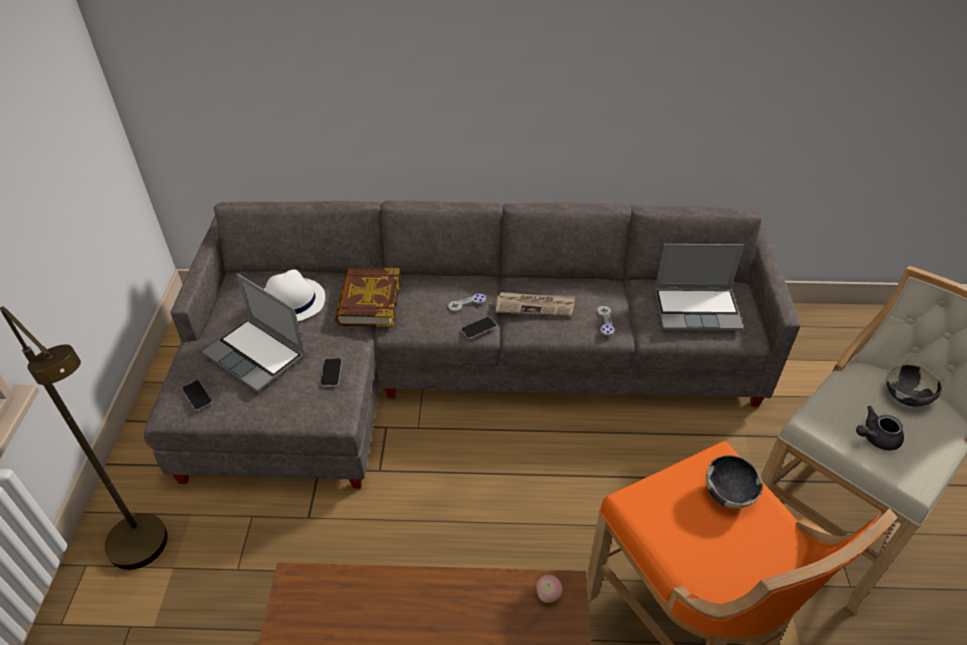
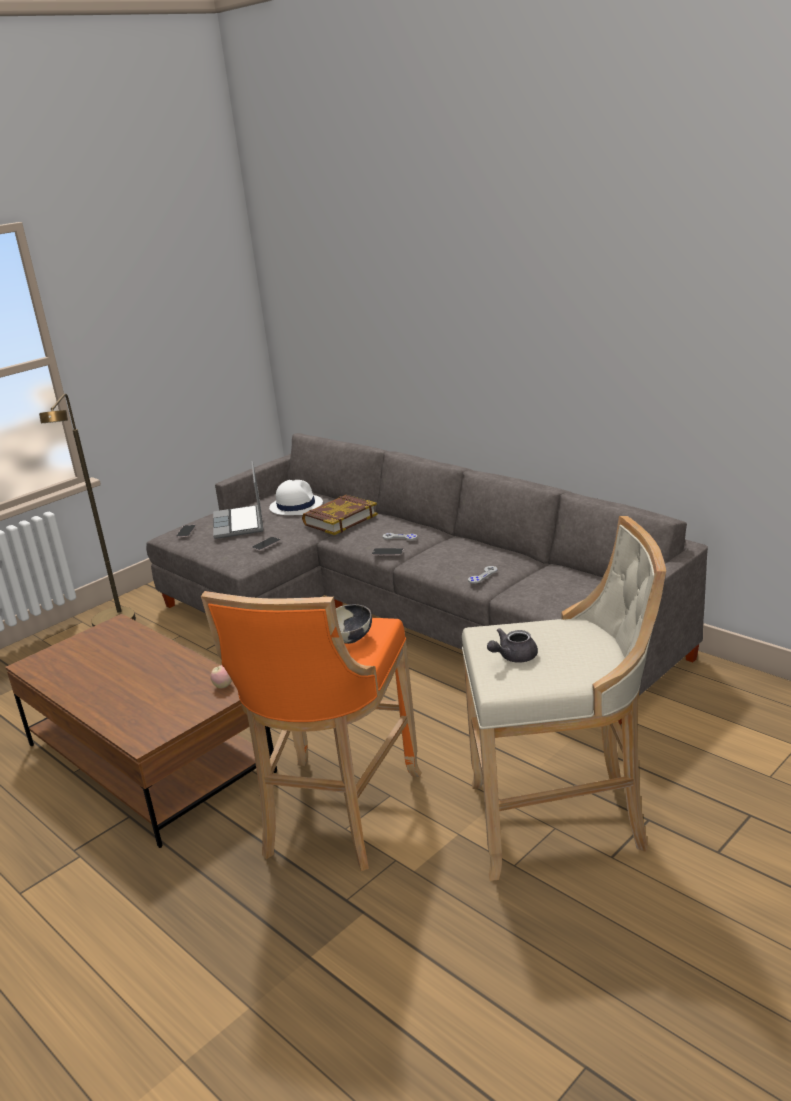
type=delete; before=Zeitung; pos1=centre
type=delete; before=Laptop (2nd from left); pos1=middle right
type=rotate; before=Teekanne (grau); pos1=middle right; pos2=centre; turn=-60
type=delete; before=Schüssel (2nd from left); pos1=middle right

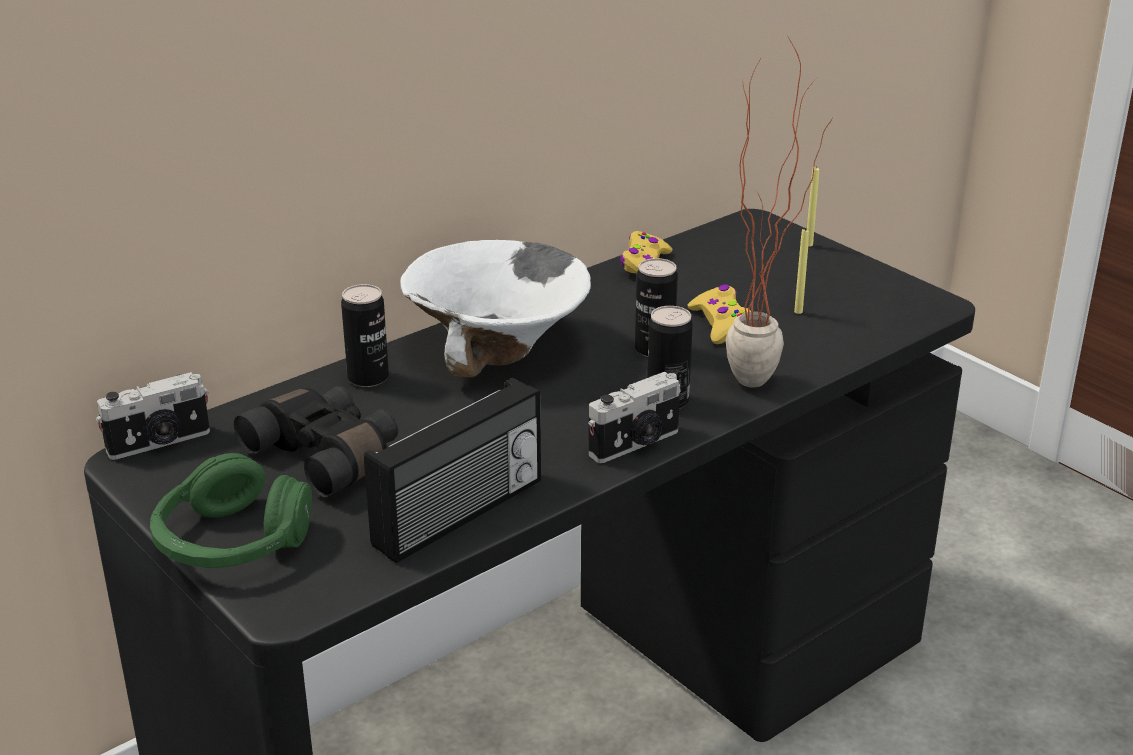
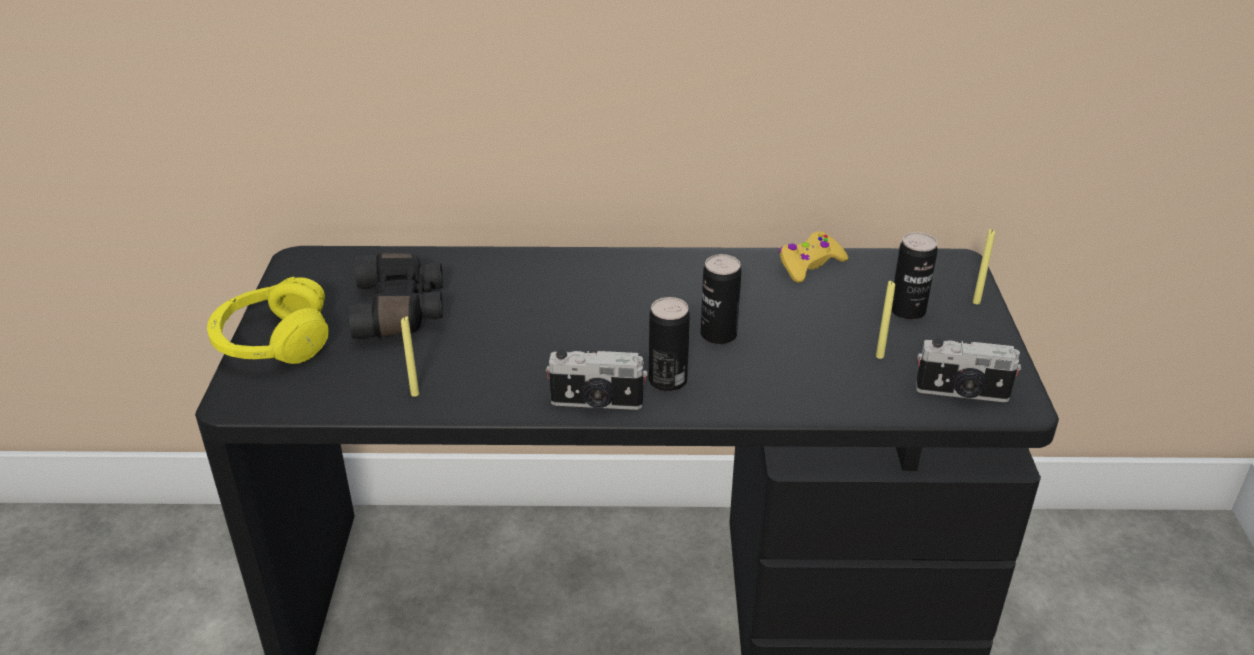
type=move; before=Kamera (1st from left in the first image); after=Kamera (2nd from left); pos1=middle left; pos2=middle right
type=recolor; before=Kopfhörer (grün); after=Kopfhörer (gelb); pos1=bottom left; pos2=middle left
type=move; before=Dose (1st from left in the first image); after=Dose (3rd from left); pos1=middle left; pos2=middle right
type=replace; before=Radio; after=Kerze (gelb) (1st from left); pos1=centre; pos2=middle left
type=delete; before=Schüssel (weiß); pos1=centre
type=delete; before=Gamepad (gelb) (2nd from left); pos1=centre
type=delete; before=Topfpflanze; pos1=top right

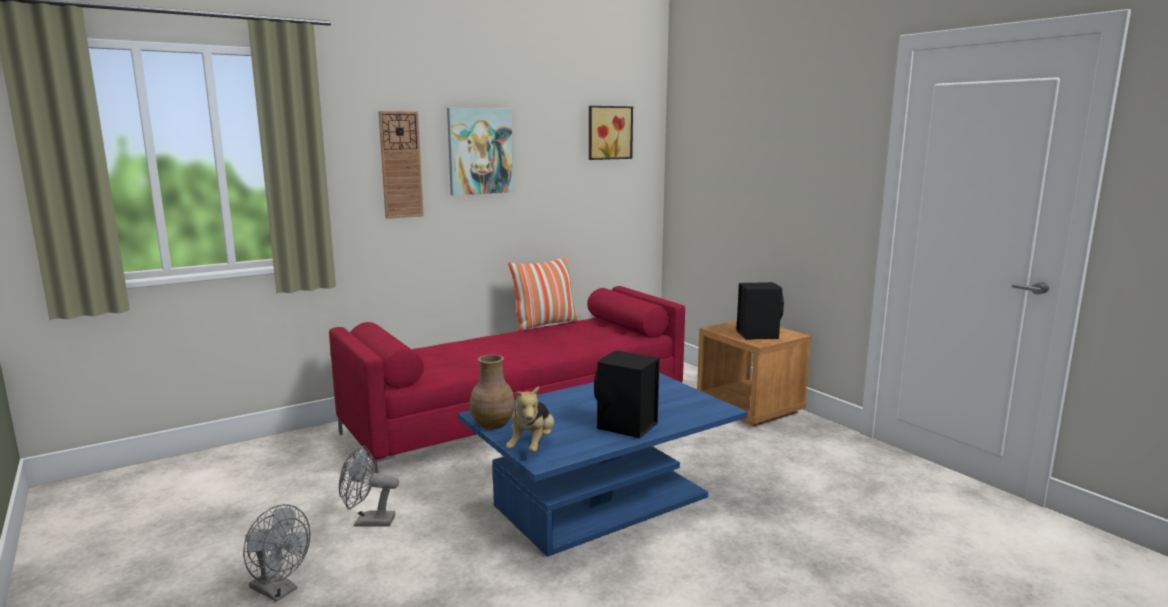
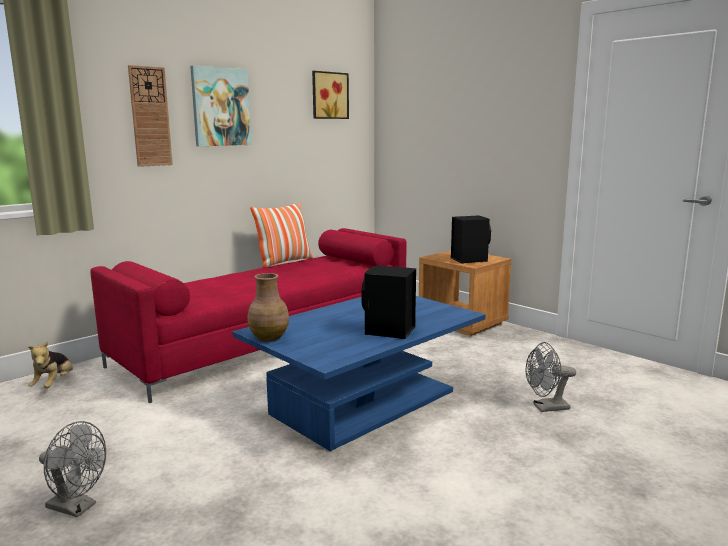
type=move; before=Ventilator (grau) (2nd from left); pos1=bottom left; pos2=bottom right
type=move; before=Plüschtier; pos1=bottom centre; pos2=bottom left

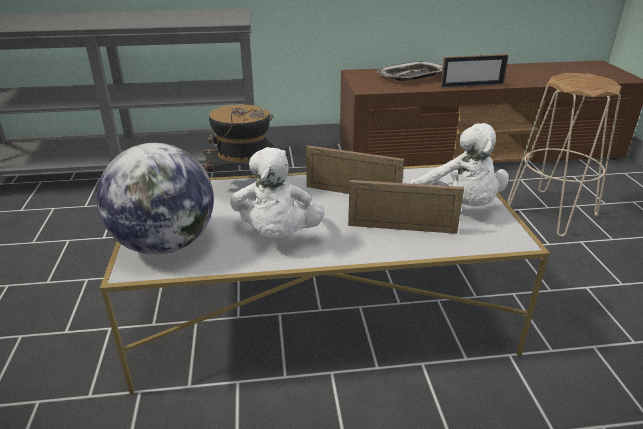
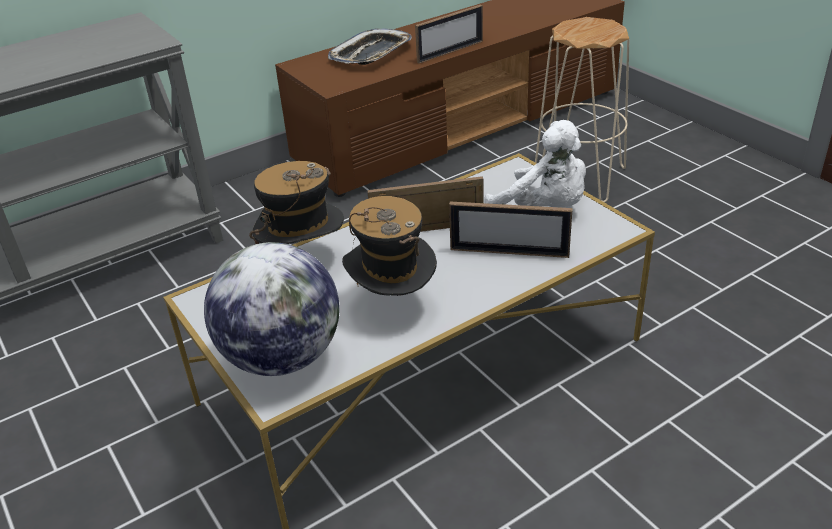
type=replace; before=Plüschtier (weiß) (1st from left); after=Hut (2nd from left); pos1=centre; pos2=centre
type=rotate; before=Bilderrahmen (2nd from left in the first image); pos1=centre; pos2=centre; turn=-150

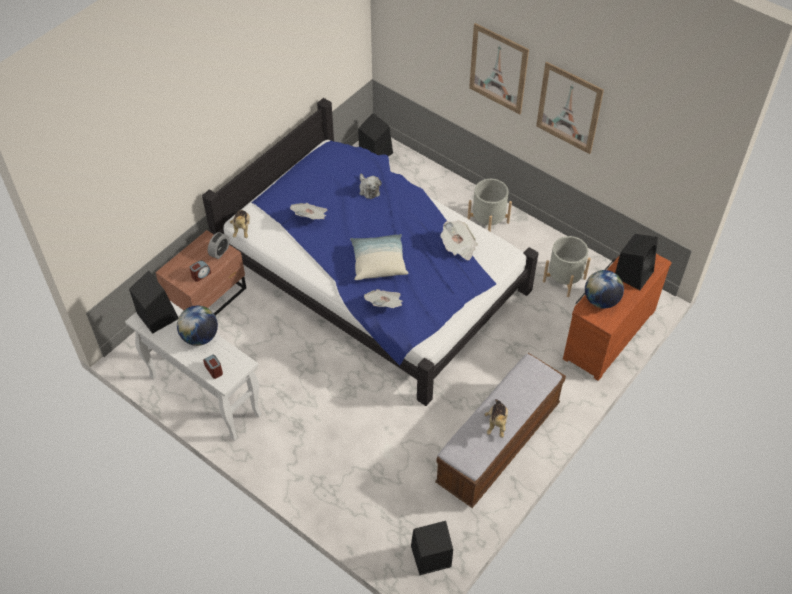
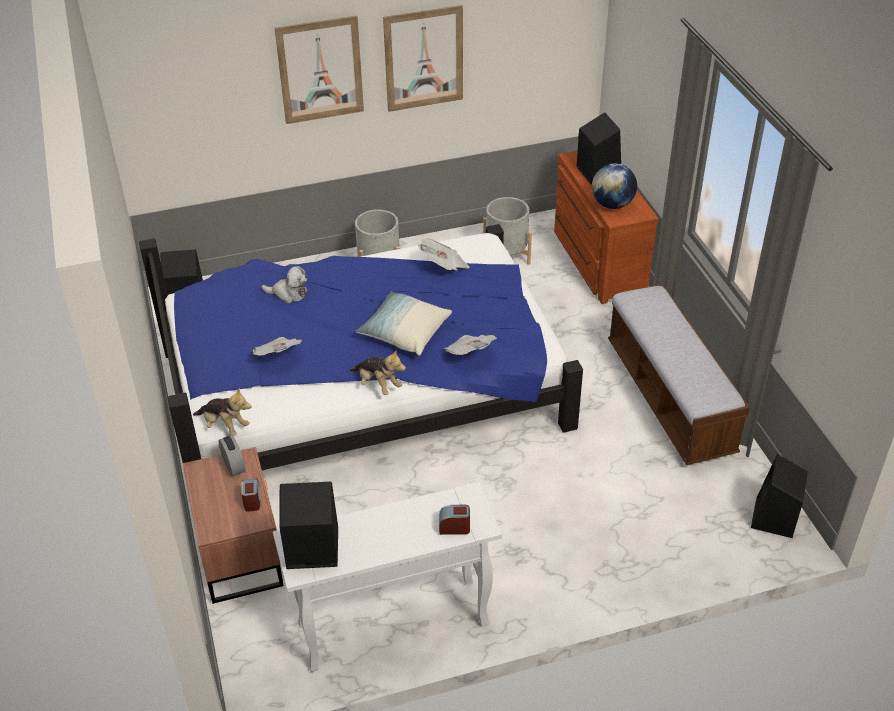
type=delete; before=Globus (1st from left); pos1=middle left
type=move; before=Plüschtier (3rd from left); pos1=bottom centre; pos2=centre

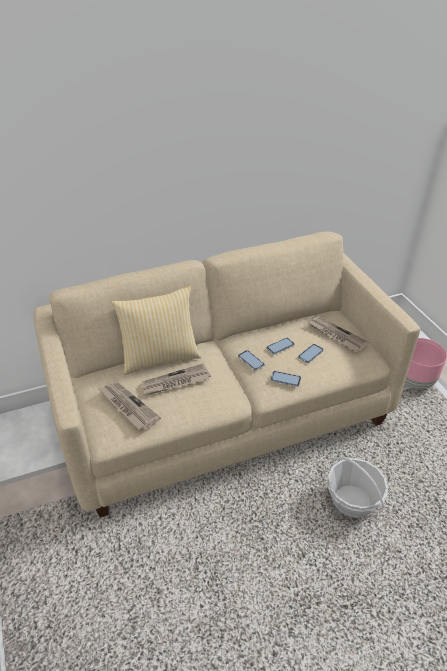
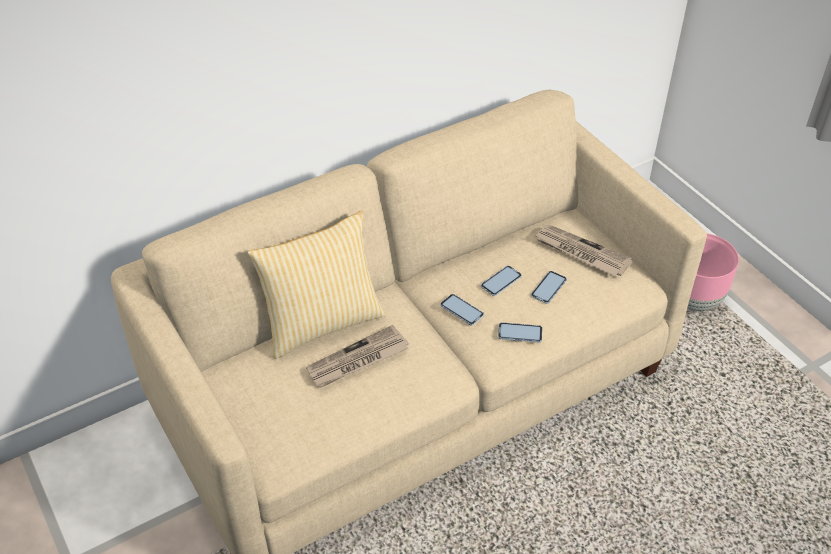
type=delete; before=Zeitung (1st from left); pos1=middle left
type=delete; before=Korb; pos1=bottom right

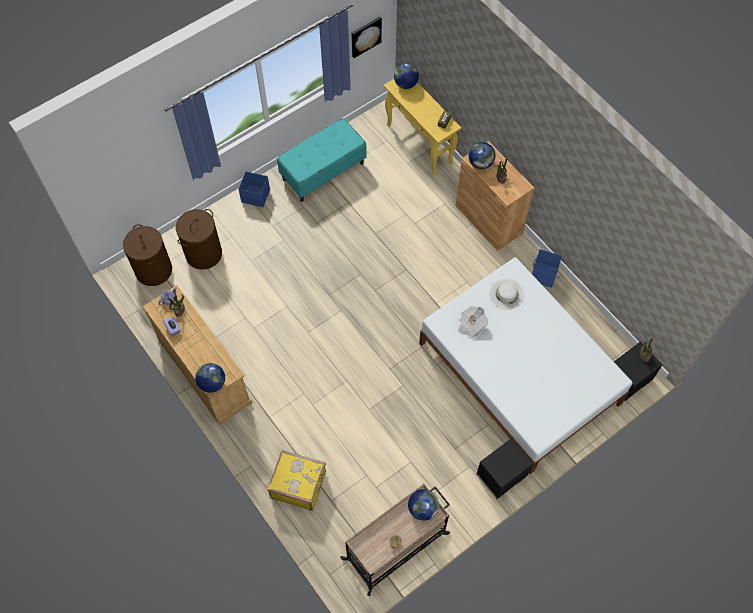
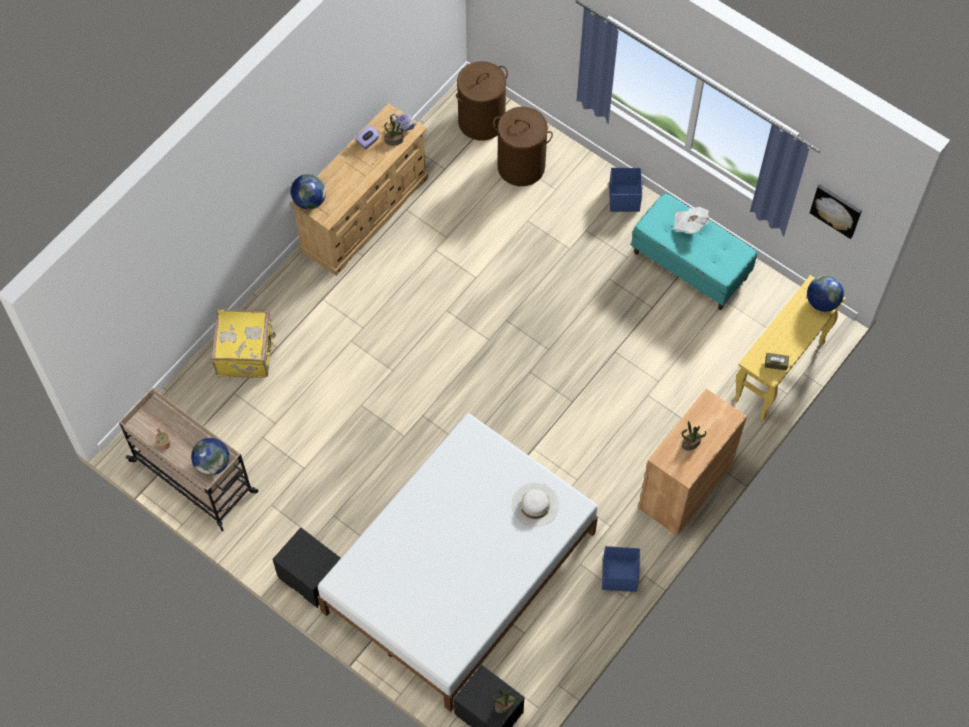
type=move; before=Zeitung; pos1=centre; pos2=top right
type=delete; before=Globus (4th from left); pos1=top centre

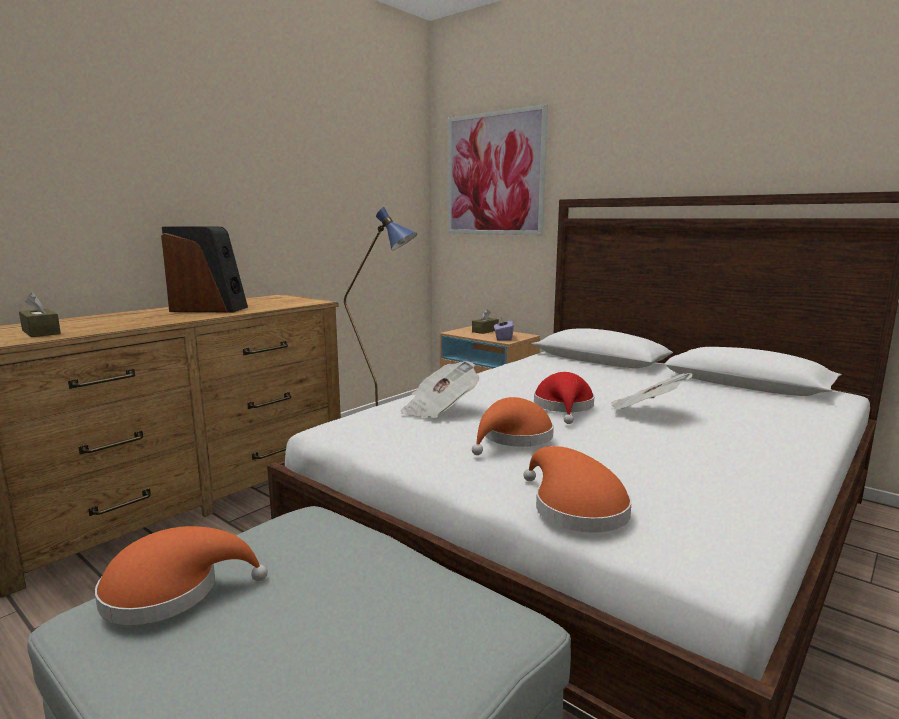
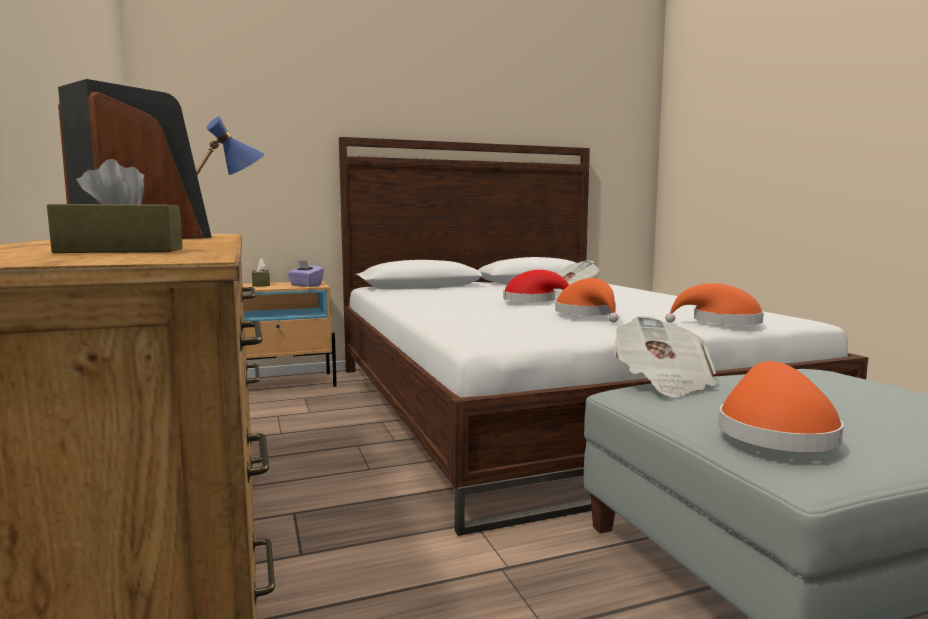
type=move; before=Zeitung (1st from left in the first image); after=Zeitung (2nd from left); pos1=centre; pos2=middle right
type=delete; before=Bild; pos1=top centre

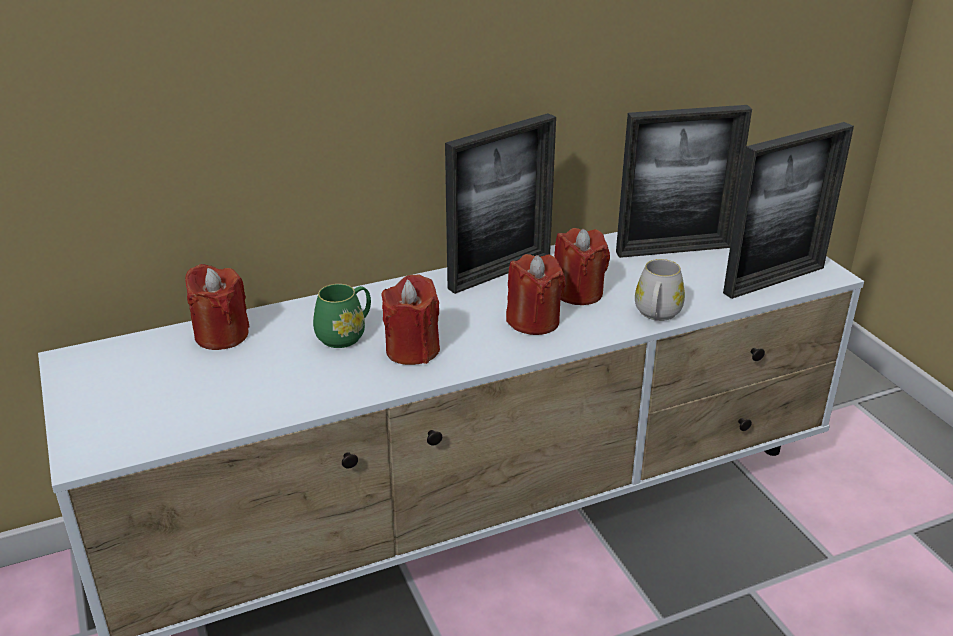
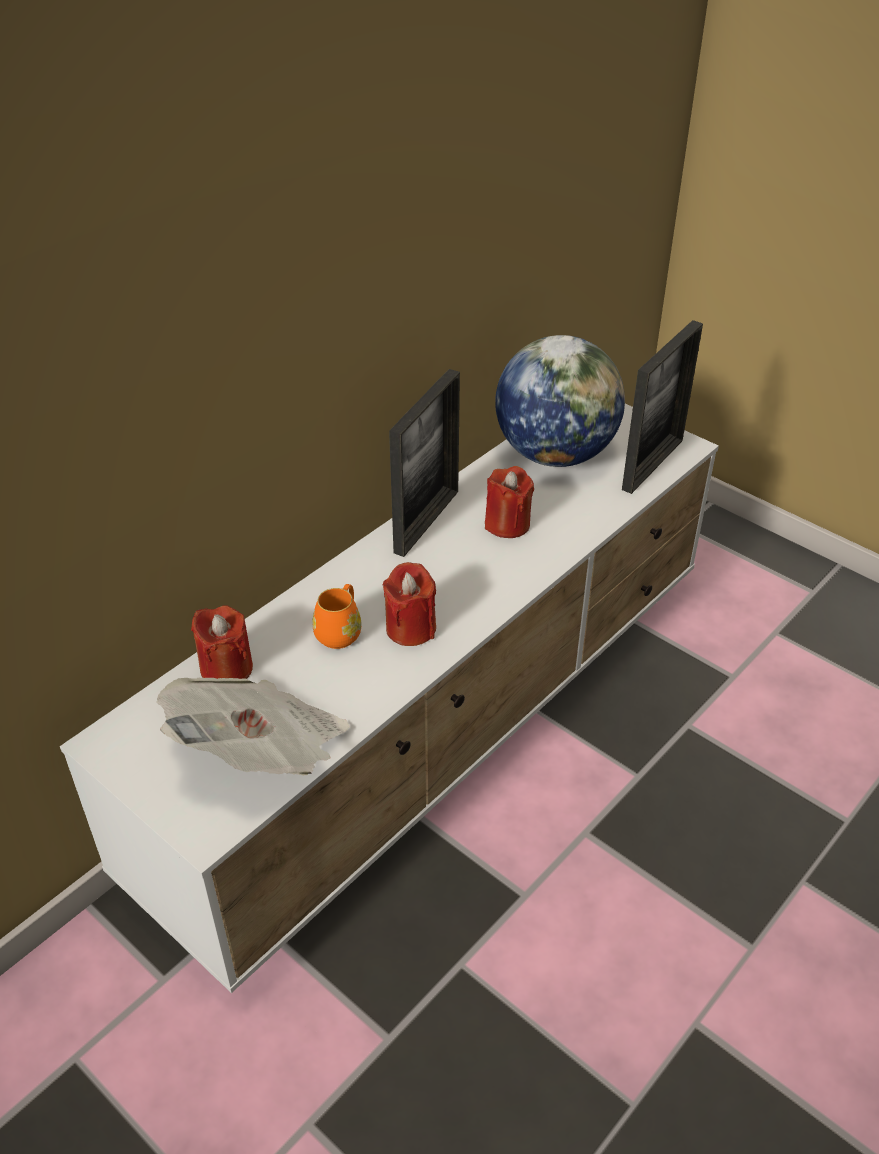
type=recolor; before=Henkelbecher (grün); after=Henkelbecher (orange); pos1=centre; pos2=centre
type=delete; before=Kerze (rot) (3rd from left); pos1=centre
type=replace; before=Bilderrahmen (2nd from left); after=Globus; pos1=top right; pos2=centre
type=delete; before=Henkelbecher (weiß); pos1=middle right
type=insert; after=Zeitung; pos2=middle left

